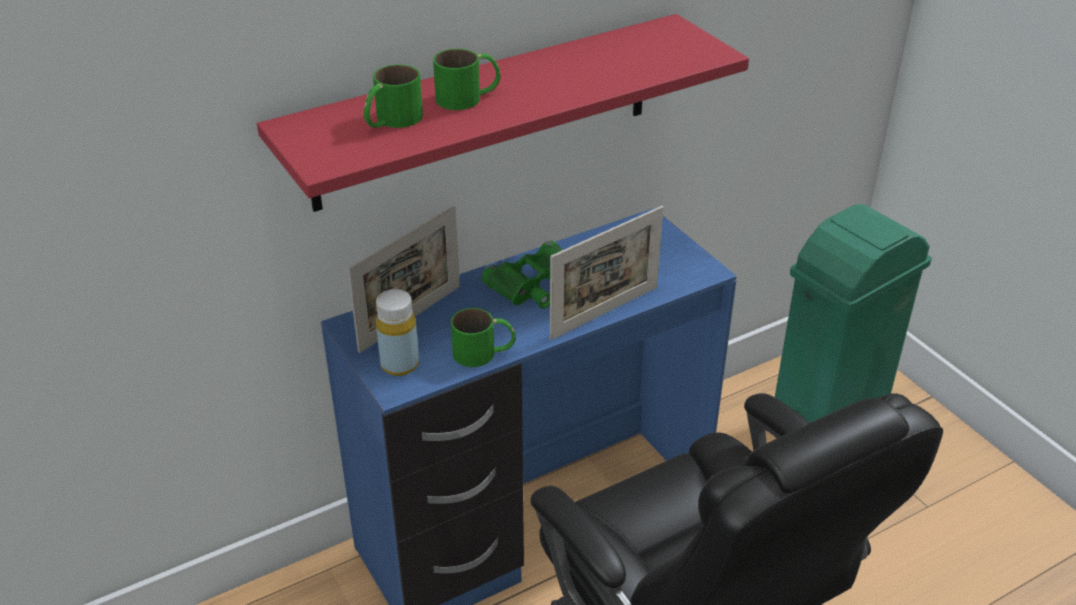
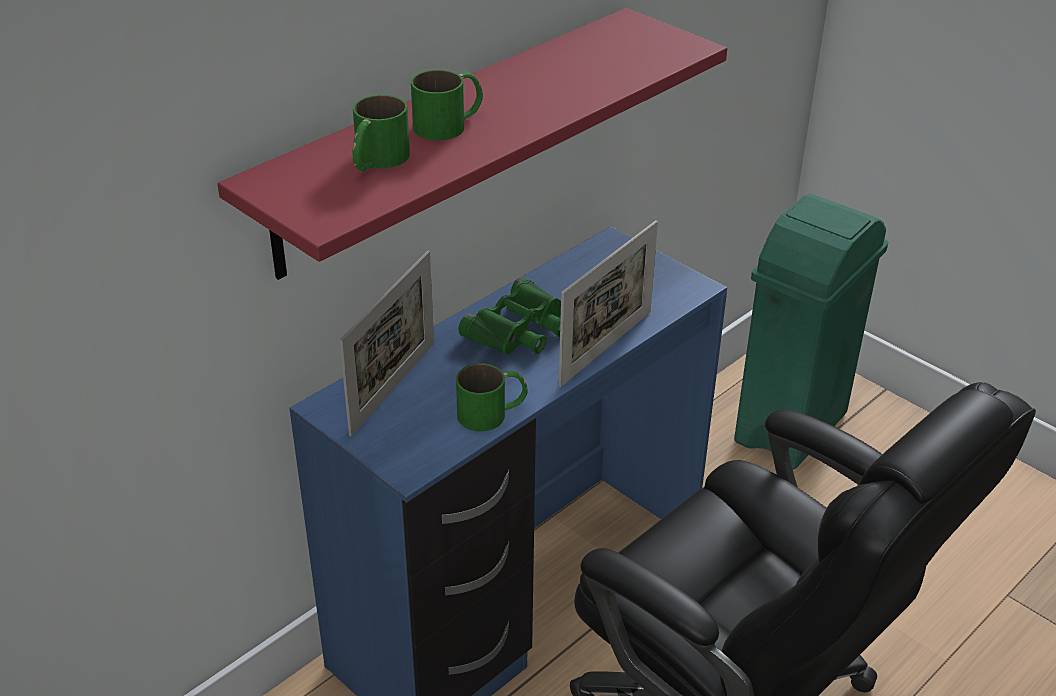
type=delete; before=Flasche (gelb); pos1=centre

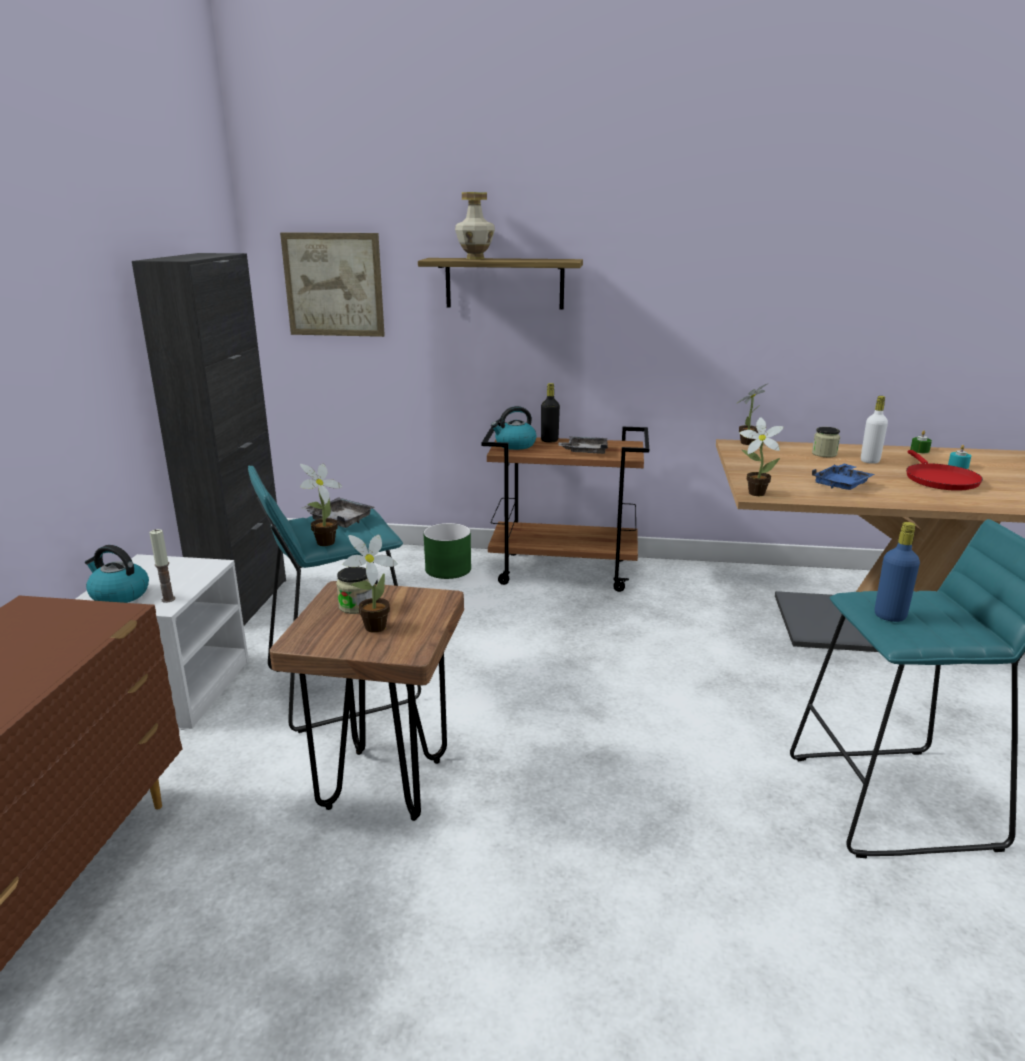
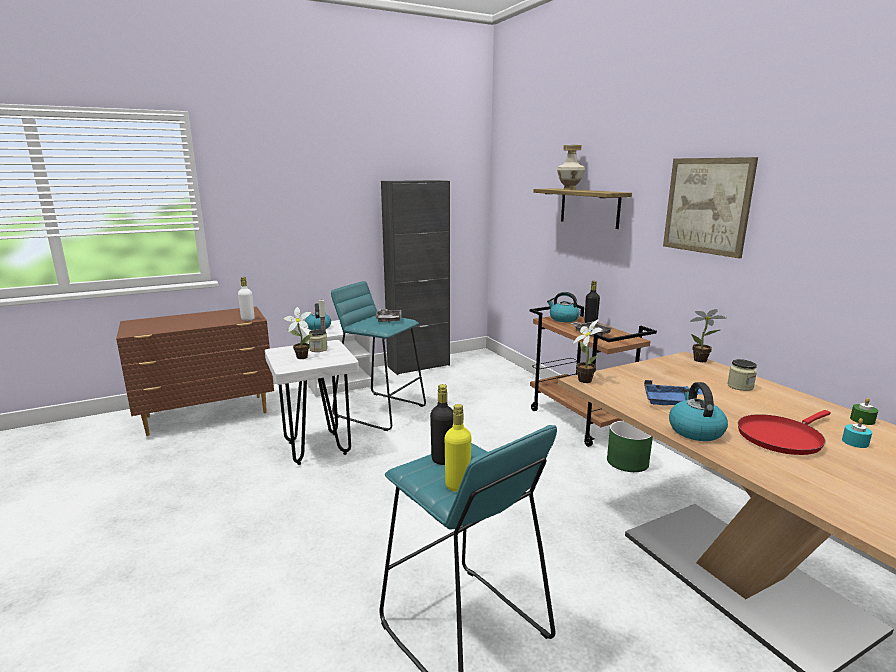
type=recolor; before=Hocker (braun); after=Hocker (weiß); pos1=centre; pos2=centre
type=move; before=Bild; pos1=top left; pos2=top right
type=delete; before=Topfpflanze (1st from left); pos1=middle left
type=move; before=Pflanzkübel (grün); pos1=centre; pos2=middle right
type=move; before=Flasche (weiß); pos1=middle right; pos2=middle left
type=recolor; before=Flasche (blau); after=Flasche (schwarz) (1st from left); pos1=middle right; pos2=centre
type=insert; after=Flasche (gelb); pos2=bottom centre
type=insert; after=Wasserkessel (3rd from left); pos2=middle right

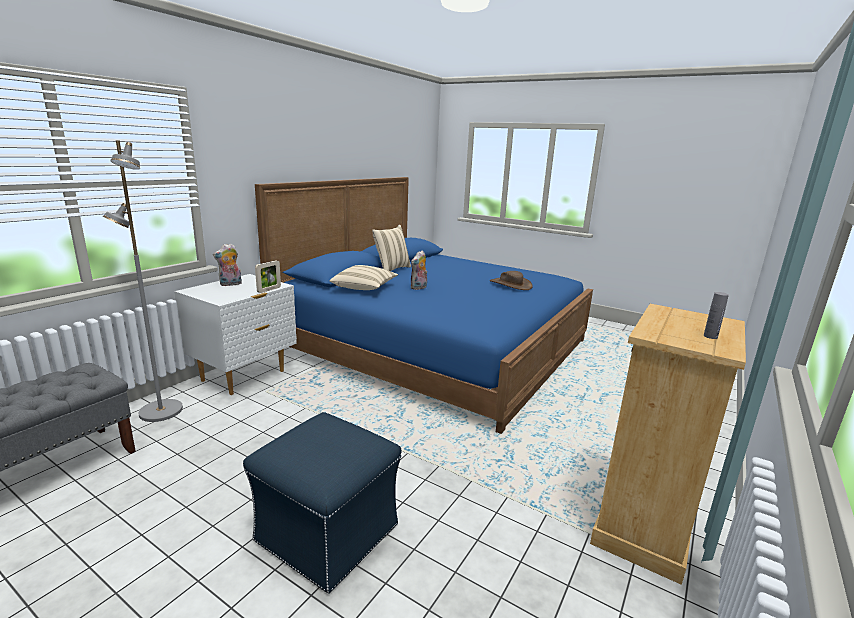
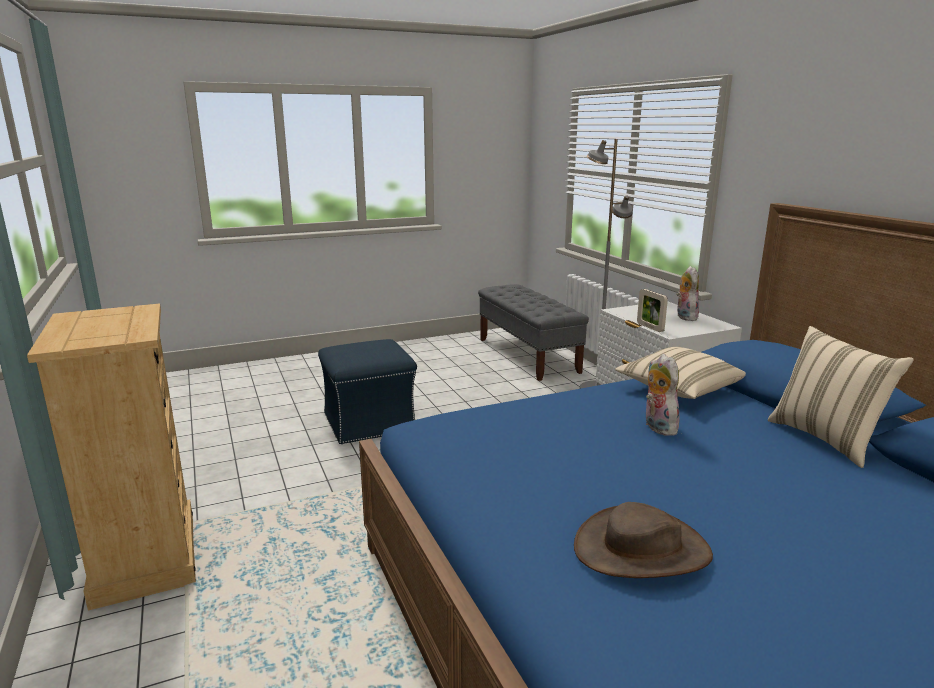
type=delete; before=Flasche (grau); pos1=middle right

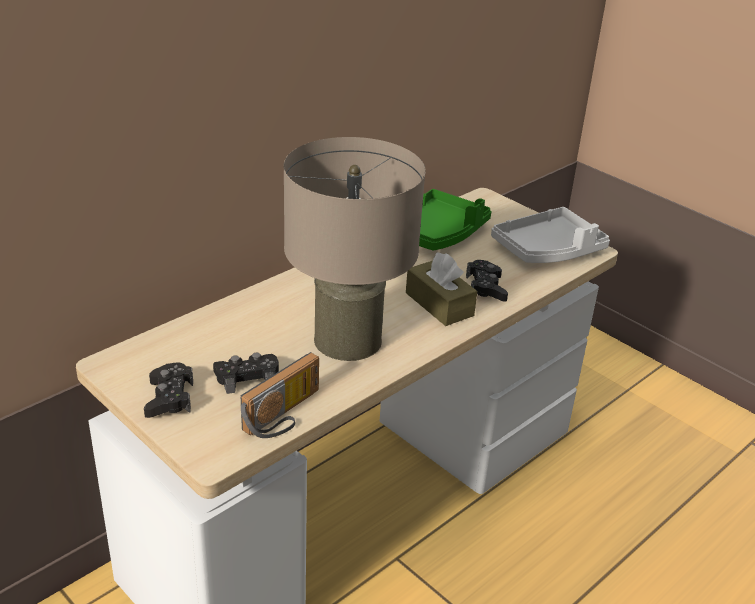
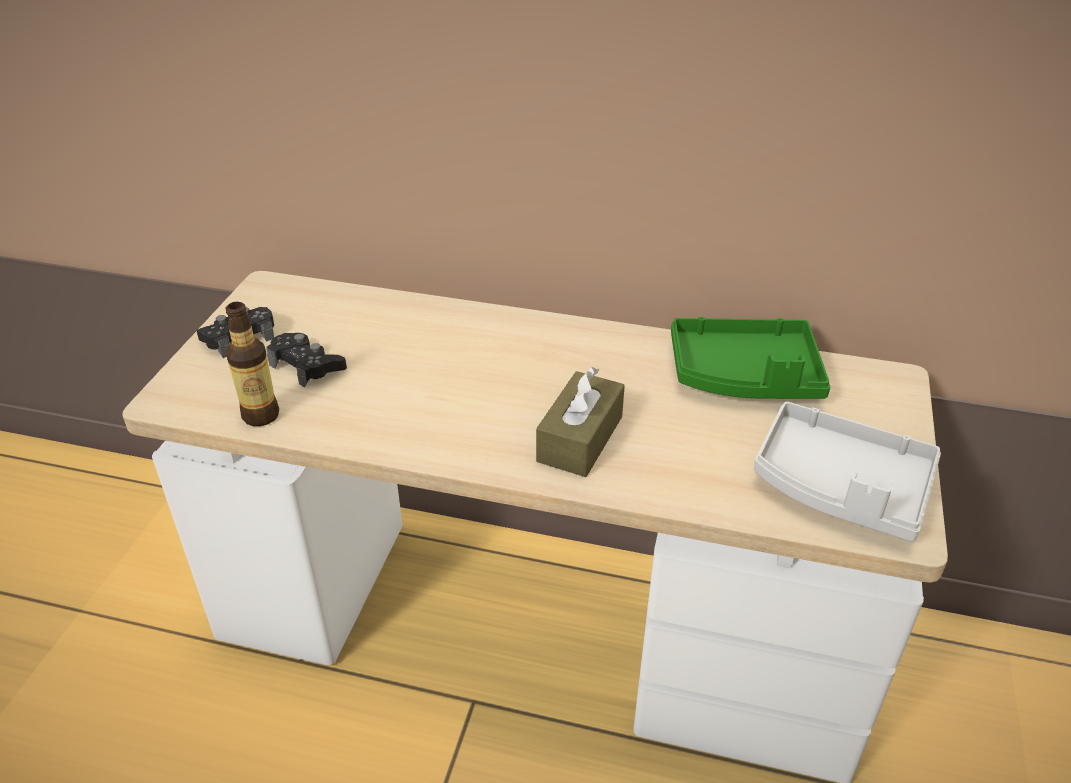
type=replace; before=Radio; after=Flasche; pos1=centre; pos2=middle left
type=delete; before=Tischlampe (beige); pos1=centre
type=delete; before=Gamepad (schwarz) (3rd from left); pos1=centre

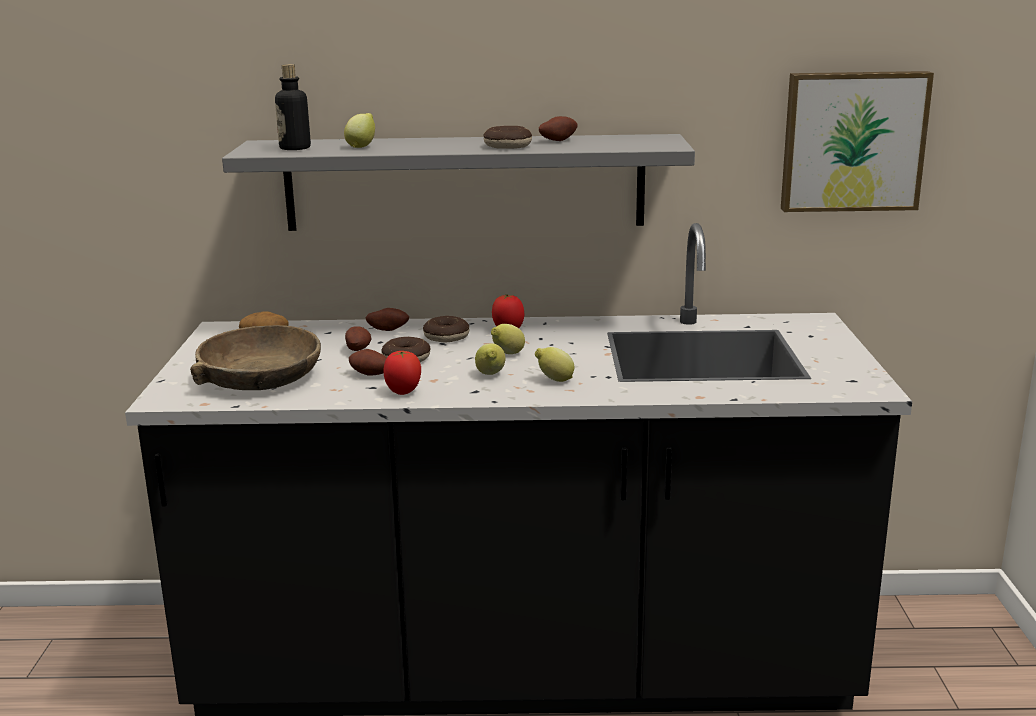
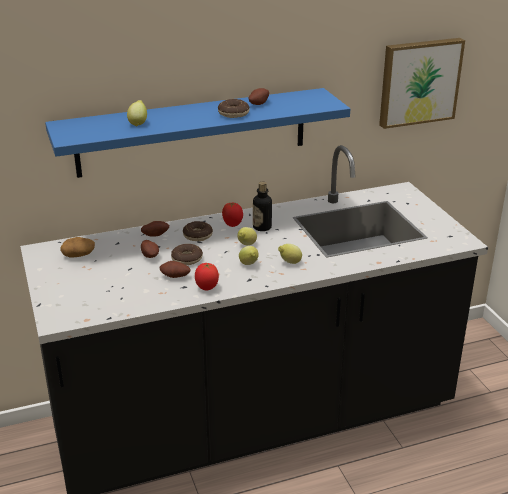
type=delete; before=Schüssel (braun); pos1=middle left
type=recolor; before=Wandregal (grau); after=Wandregal (blau); pos1=top centre; pos2=top centre
type=move; before=Flasche; pos1=top left; pos2=centre

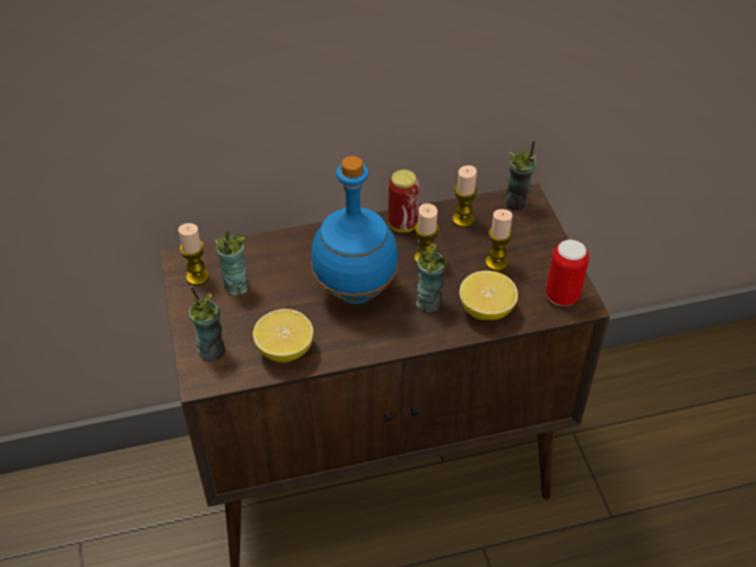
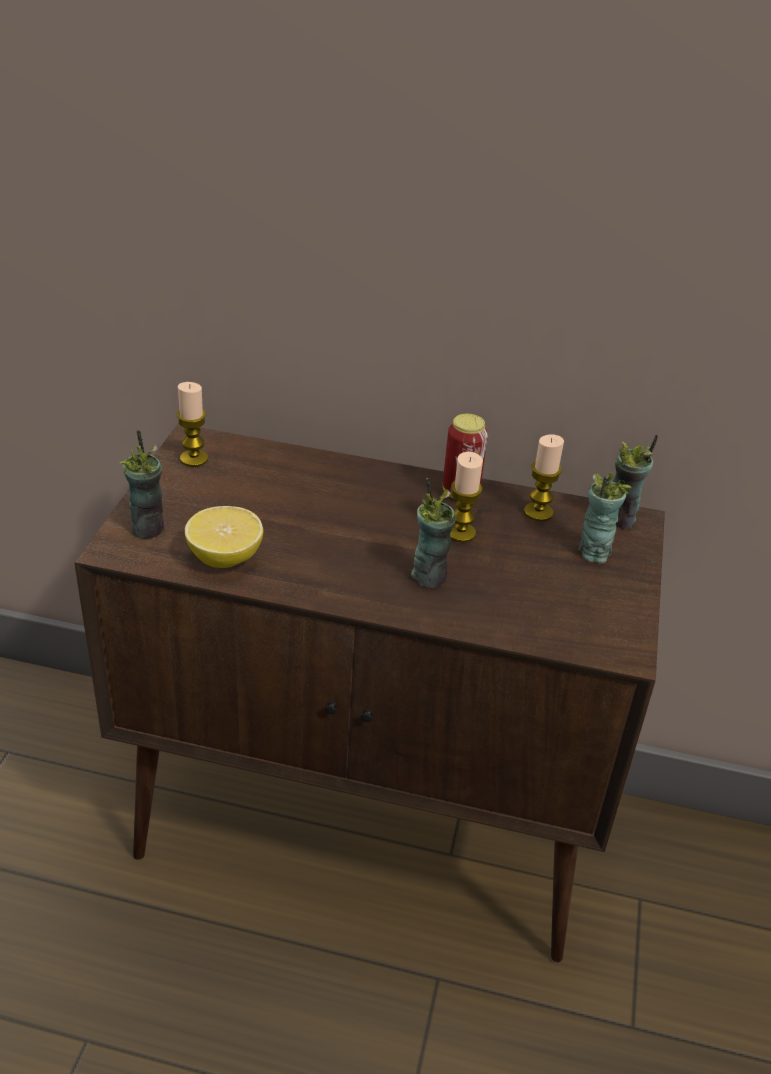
type=move; before=Tasse (2nd from left in the first image); after=Tasse (3rd from left); pos1=middle left; pos2=middle right
type=delete; before=Flasche (blau); pos1=centre
type=delete; before=Zitrone (2nd from left); pos1=centre
type=delete; before=Kerze (4th from left); pos1=centre
type=delete; before=Dose (2nd from left); pos1=middle right

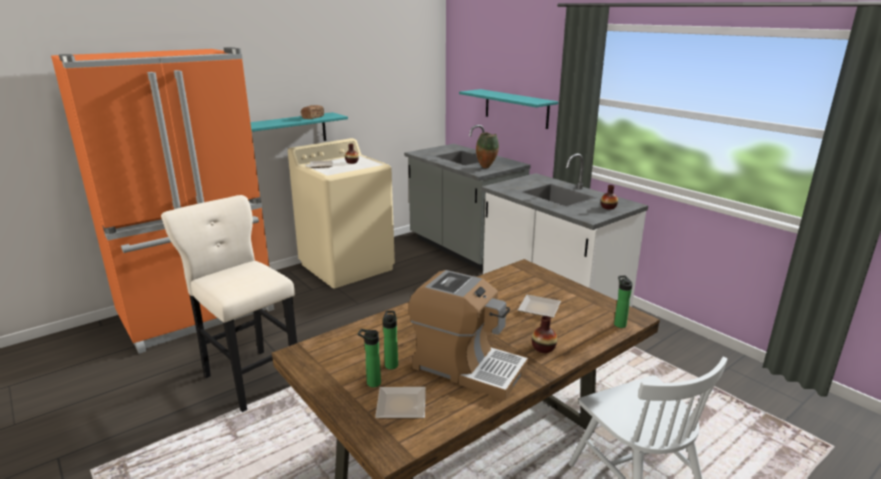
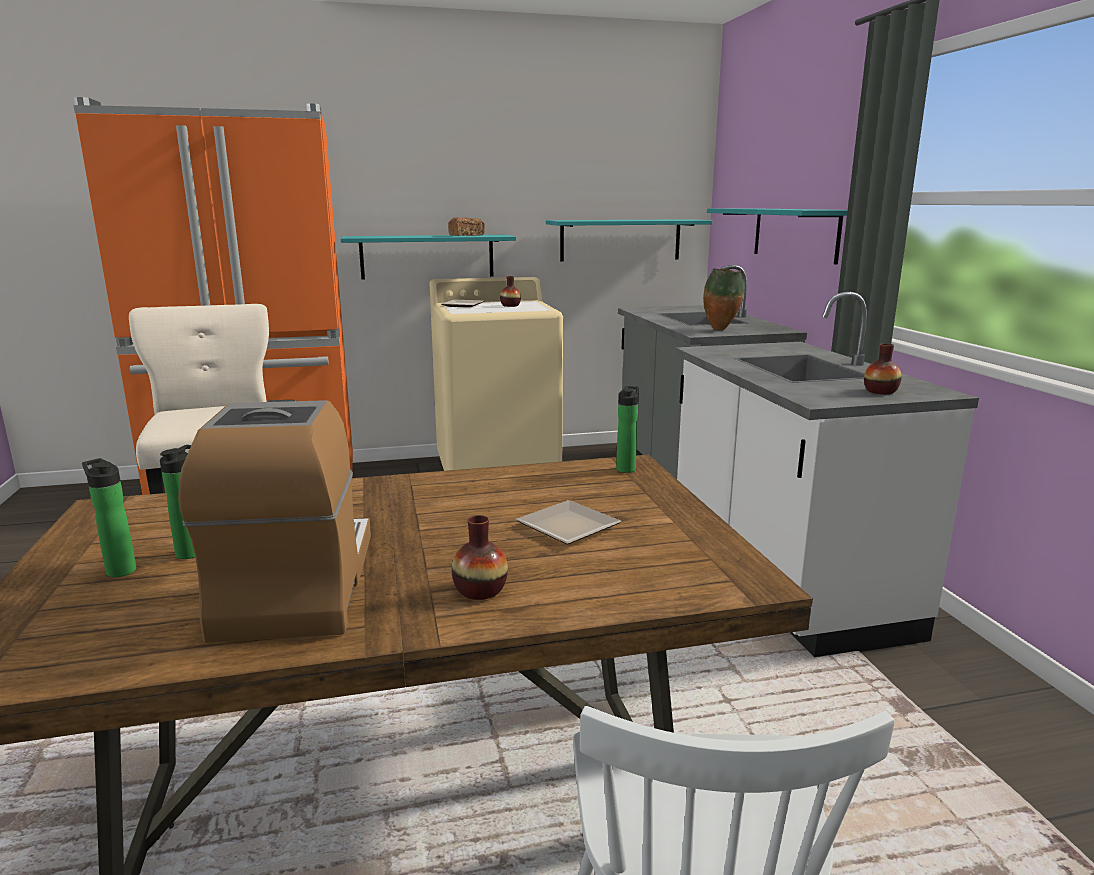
type=delete; before=Teller (2nd from left); pos1=bottom centre
type=rotate; before=Kaffeemaschine; pos1=bottom centre; pos2=middle left; turn=-150
type=move; before=Flasche (3rd from left); pos1=middle right; pos2=centre
type=insert; after=Wandregal (türkis) (2nd from left); pos2=top centre

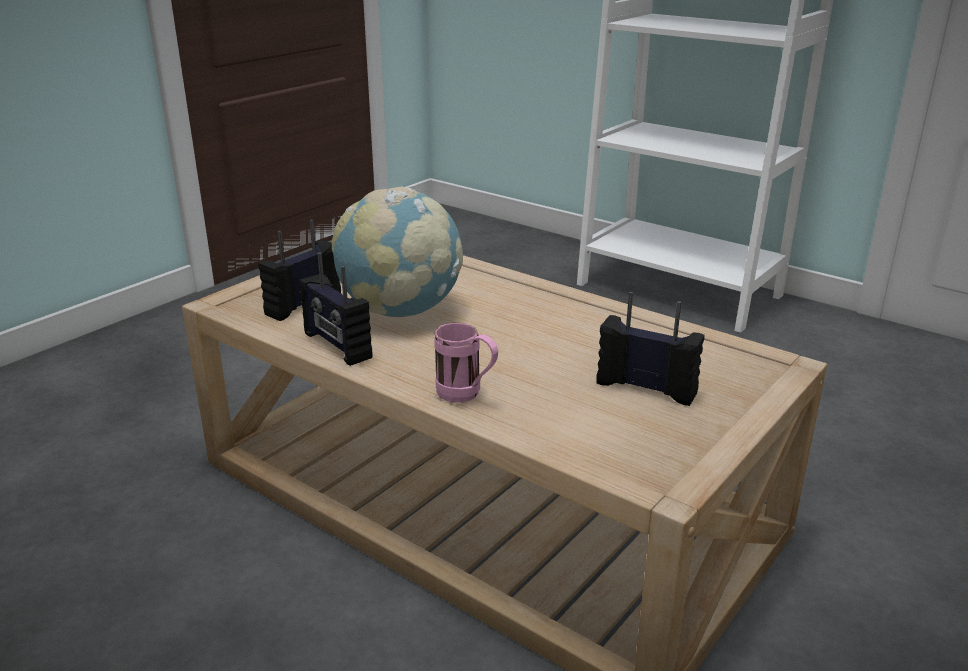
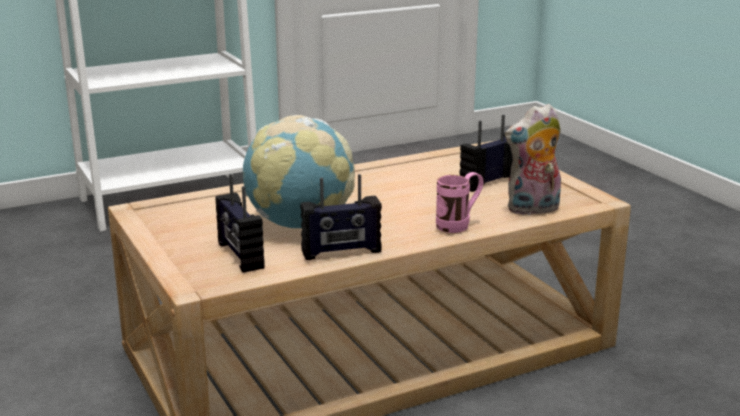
type=insert; after=Plüschtier; pos2=middle right

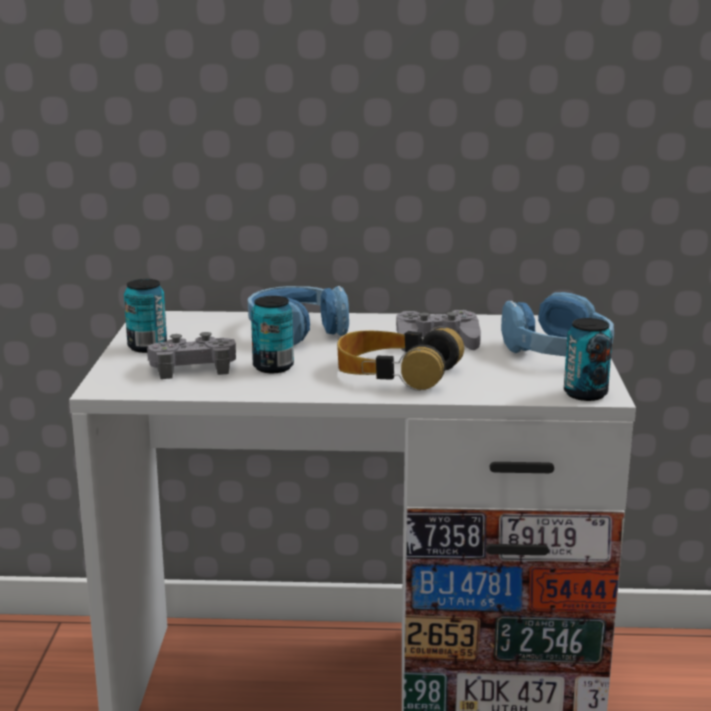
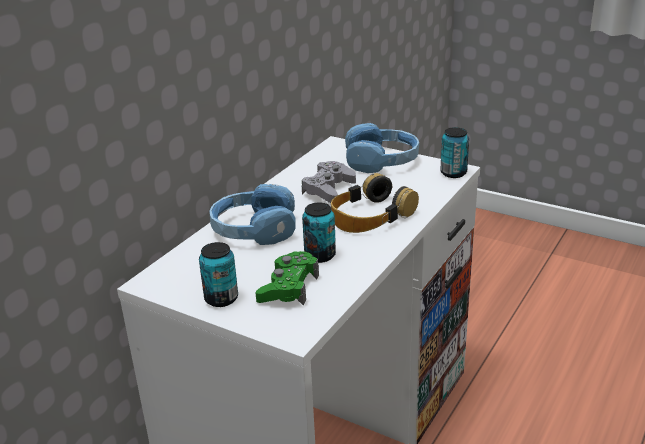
type=recolor; before=Gamepad (grau) (1st from left); after=Gamepad (grün); pos1=middle left; pos2=centre

